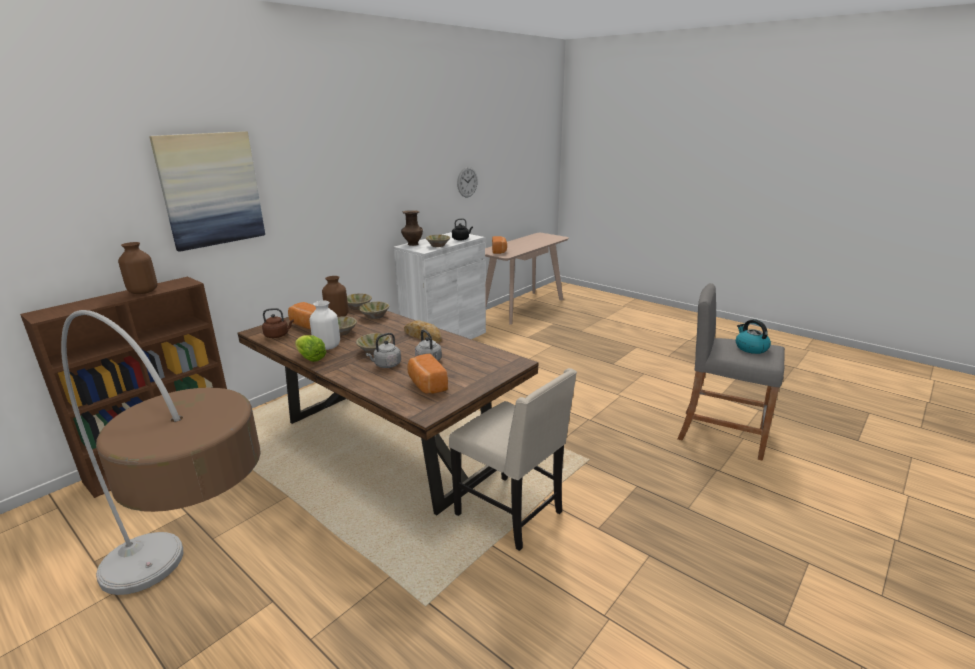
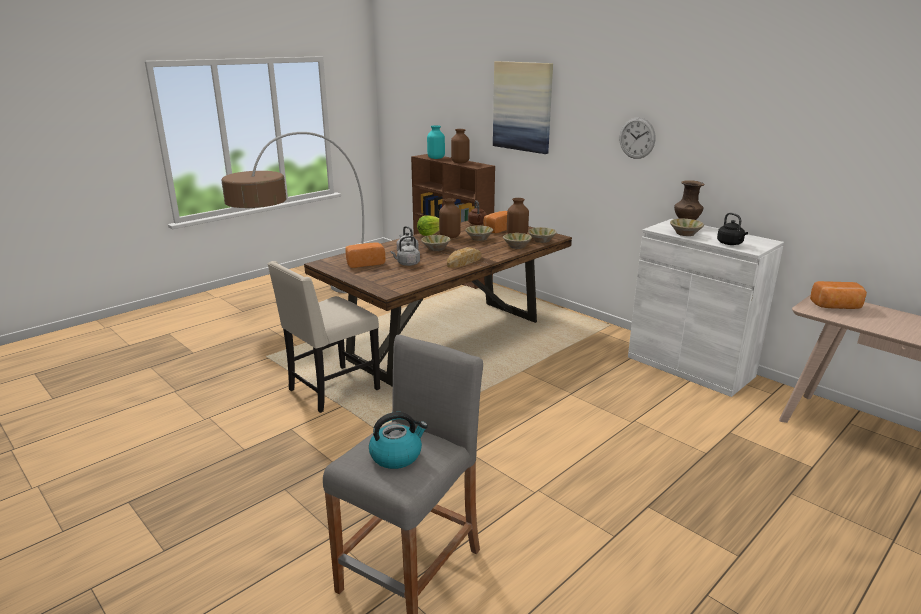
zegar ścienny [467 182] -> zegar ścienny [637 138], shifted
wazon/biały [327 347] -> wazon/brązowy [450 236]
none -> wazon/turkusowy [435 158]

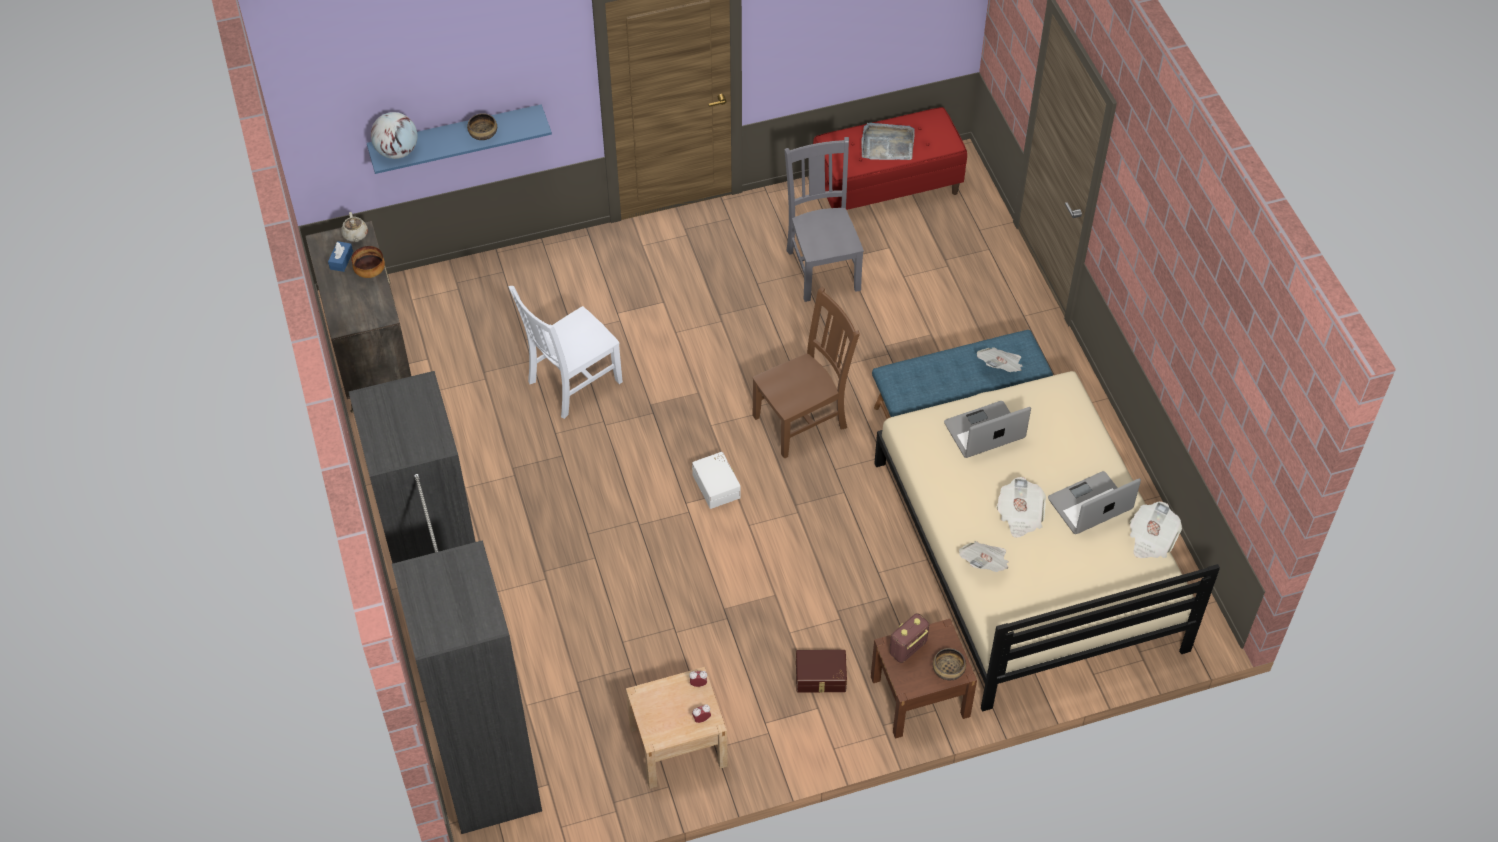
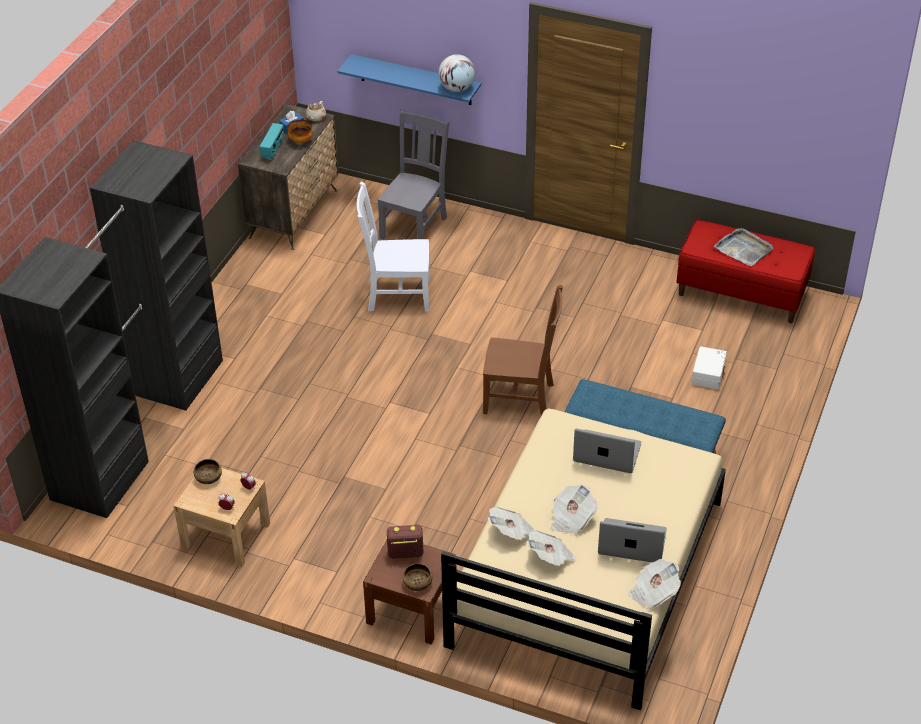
globus [397 151] -> globus [457 88], shifted
miska [483 133] -> miska [209 477], shifted
krzesło/szary [822 268] -> krzesło/szary [415 226], shifted
gazeta [1000 367] -> gazeta [550 557], shifted
pojemnik do przechowywania/biały [717 485] -> pojemnik do przechowywania/biały [709 374], shifted
pojemnik do przechowywania/brązowy [821 677] -> none
none -> radio [273 149]

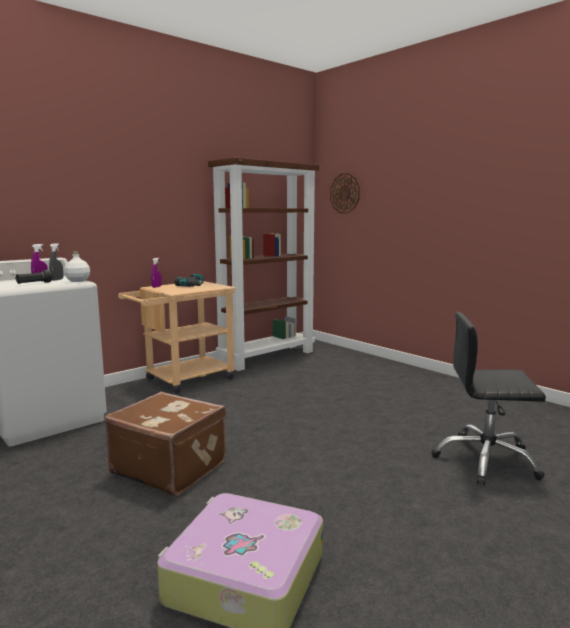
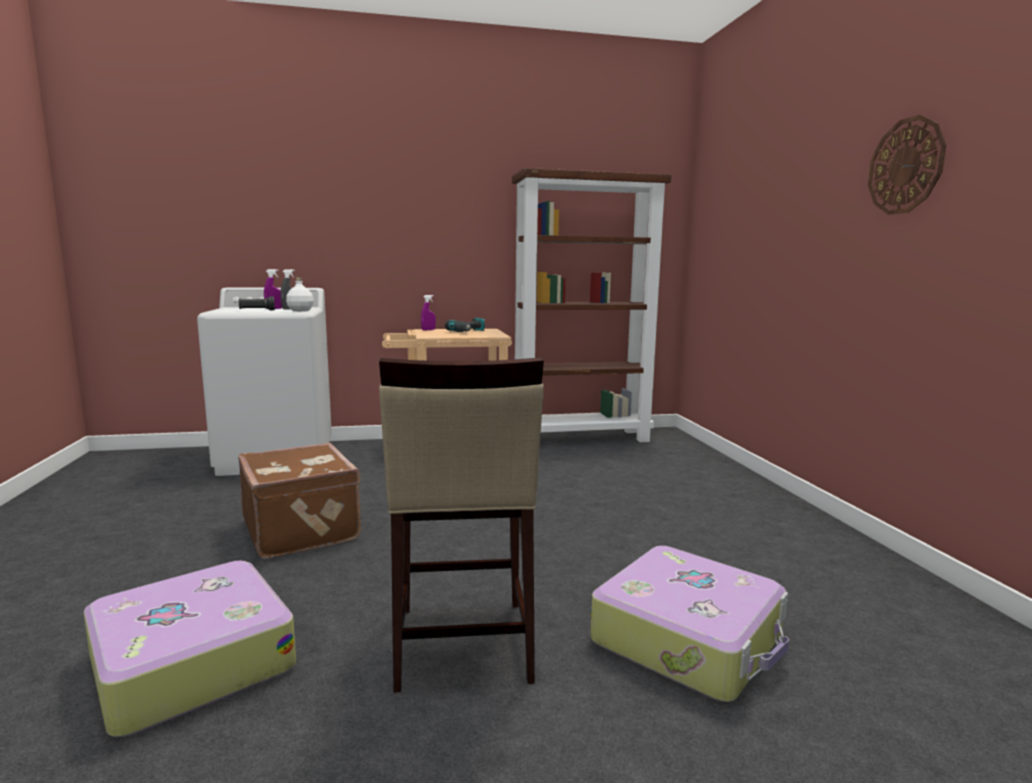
zegar ścienny [345 193] -> zegar ścienny [905 166], shifted
krzesło biurowe/czarny [486 460] -> walizka [689 639]
none -> stołek/beżowy [461 644]

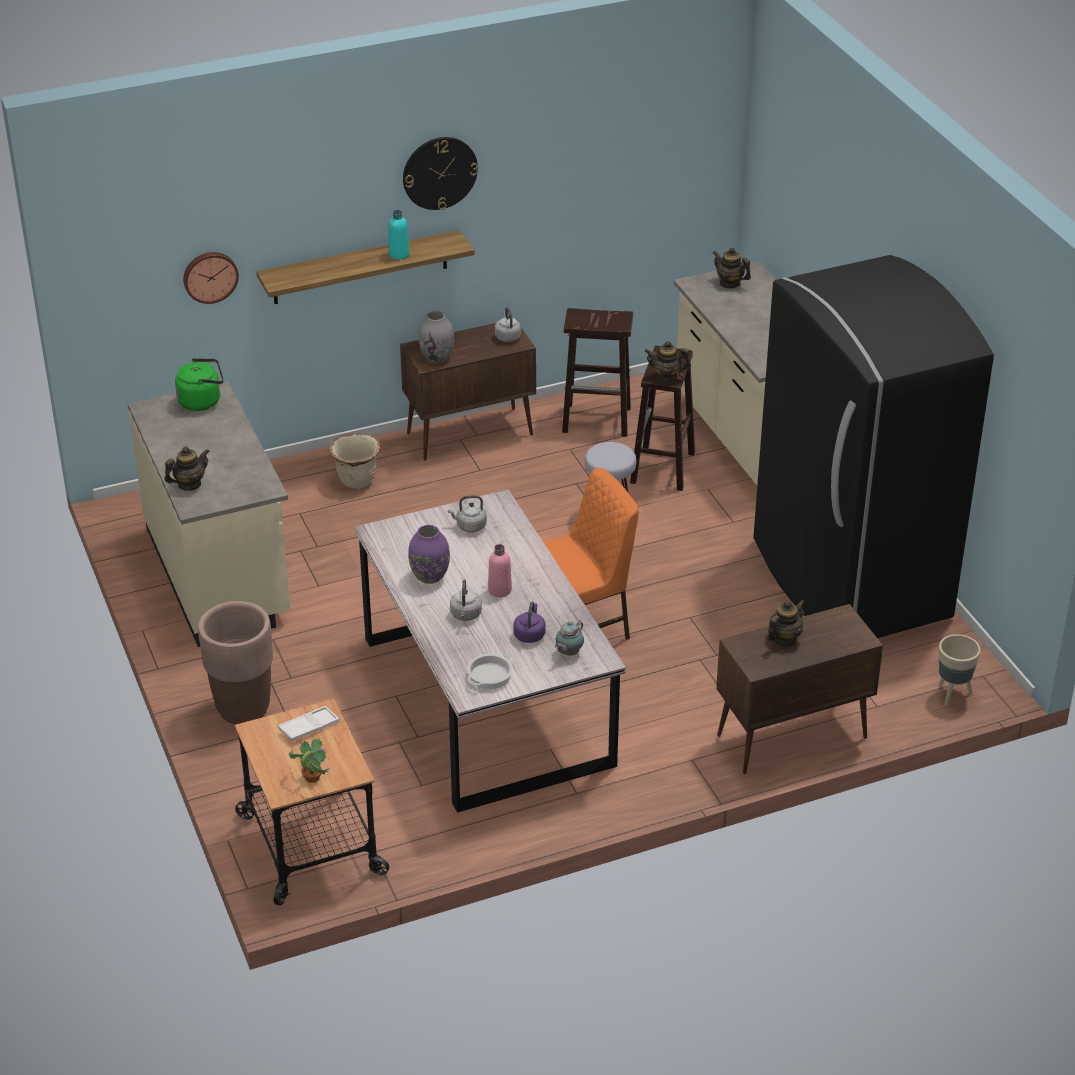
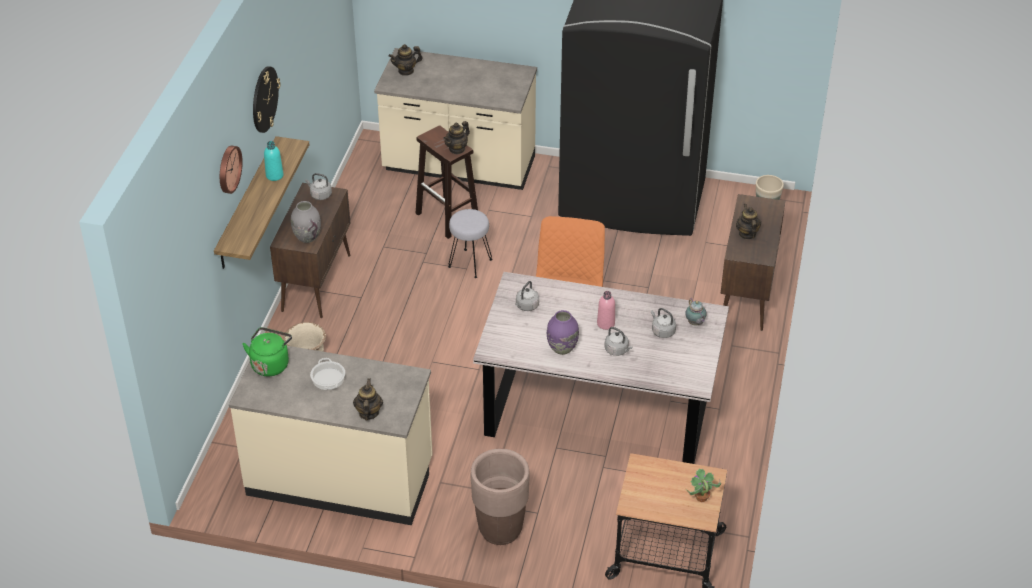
zegar ścienny [210 276] -> zegar ścienny [228 169], shifted
stołek/brązowy [598 419] -> none
czajnik/fioletowy [529 634] -> czajnik/szary [662 331]
garnek [490 676] -> garnek [328 378], shifted
taca/biały [309 727] -> none

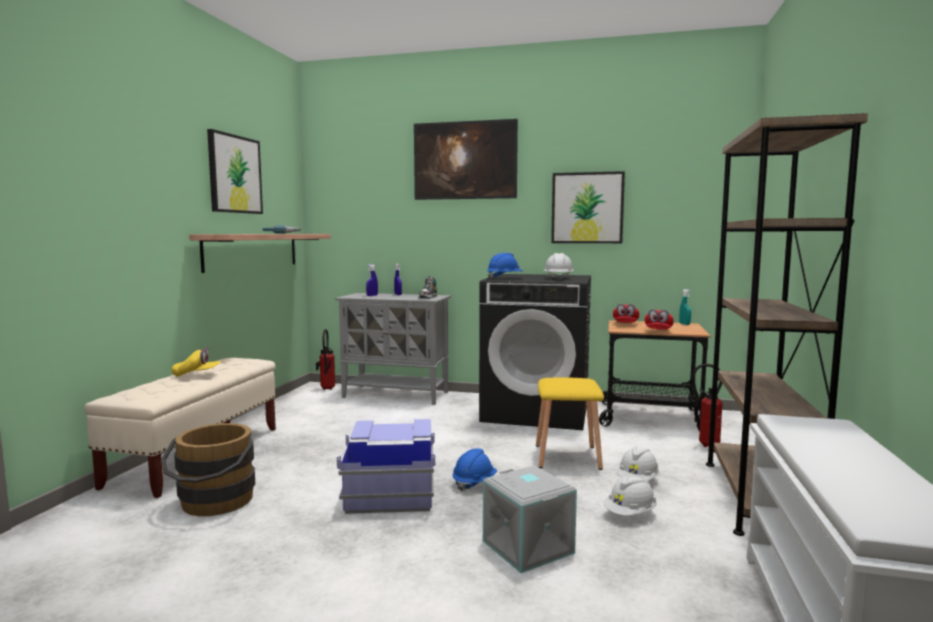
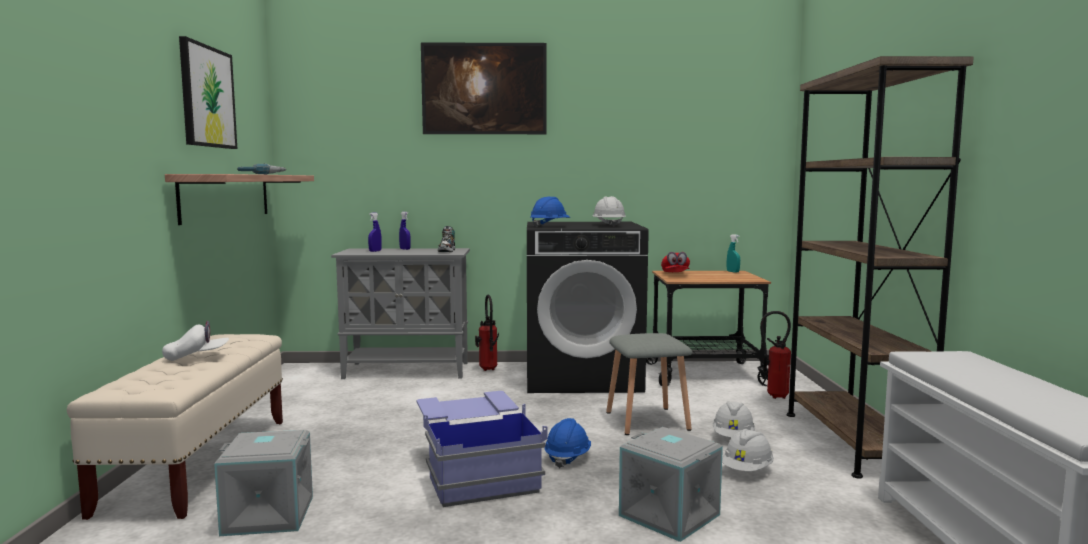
obraz [587 208] -> none
czapka z daszkiem/czerwony [658 331] -> none
gaśnica [326 389] -> gaśnica [487 370], shifted
czapka z daszkiem/żółty [197 374] -> czapka z daszkiem/biały [197 357]
stołek/żółty [568 456] -> stołek/szary [648 420]
wiadro/brązowy [214 504] -> pojemnik do przechowywania/szary [267 516]

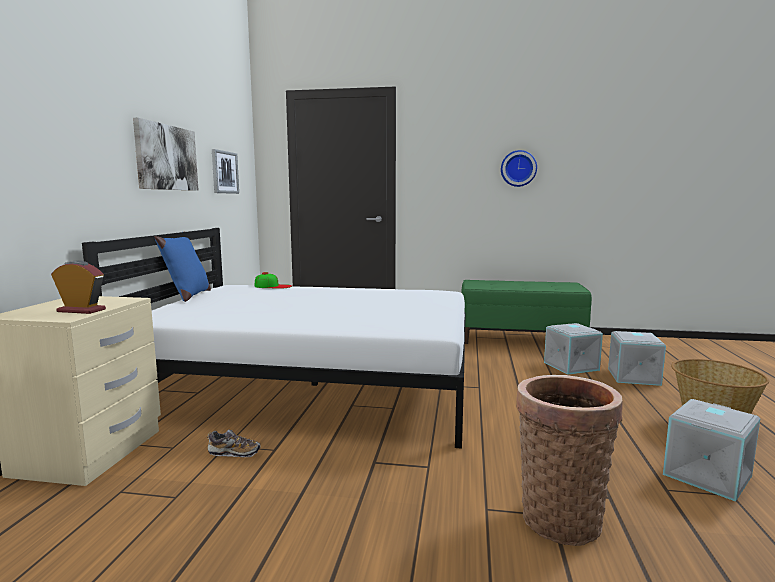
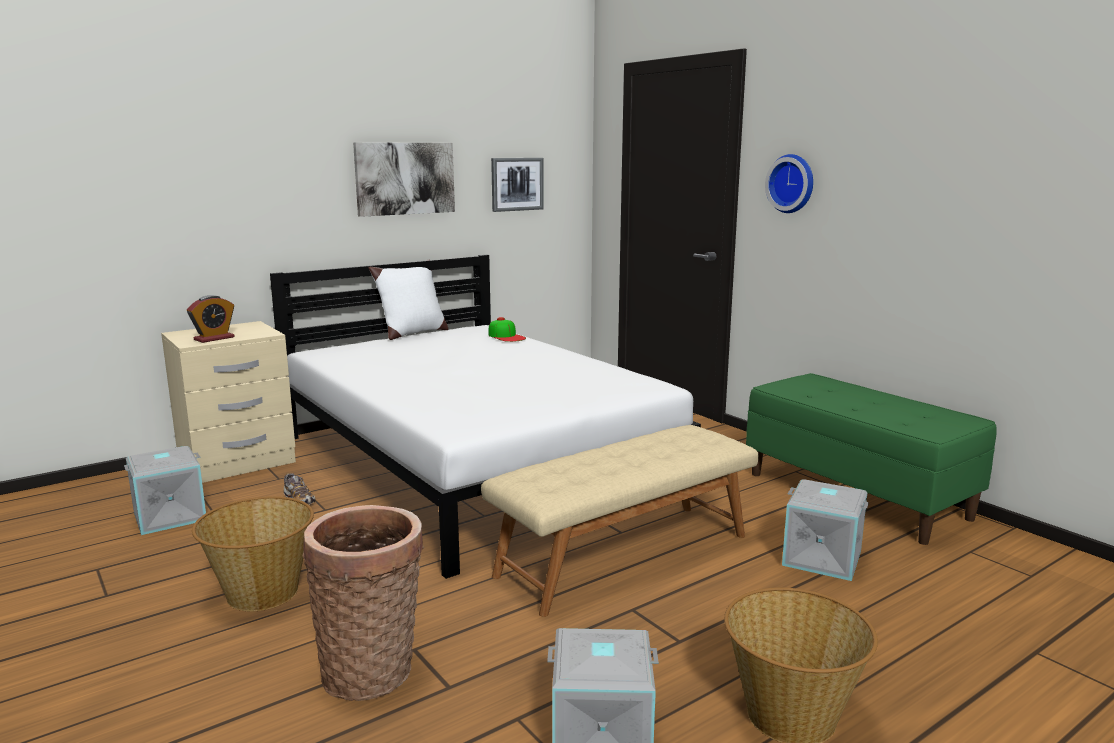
zegar ścienny [518 168] -> zegar ścienny [792 183], shifted
poduszka/niebieski [187 296] -> poduszka/biały [412 333]
budzik [81 310] -> budzik [214 338], 75 degrees clockwise
pojemnik do przechowywania/szary [632 376] -> pojemnik do przechowywania/szary [170 515], shifted
none -> ławka/beżowy [623 554]
none -> koszyk [262 592]

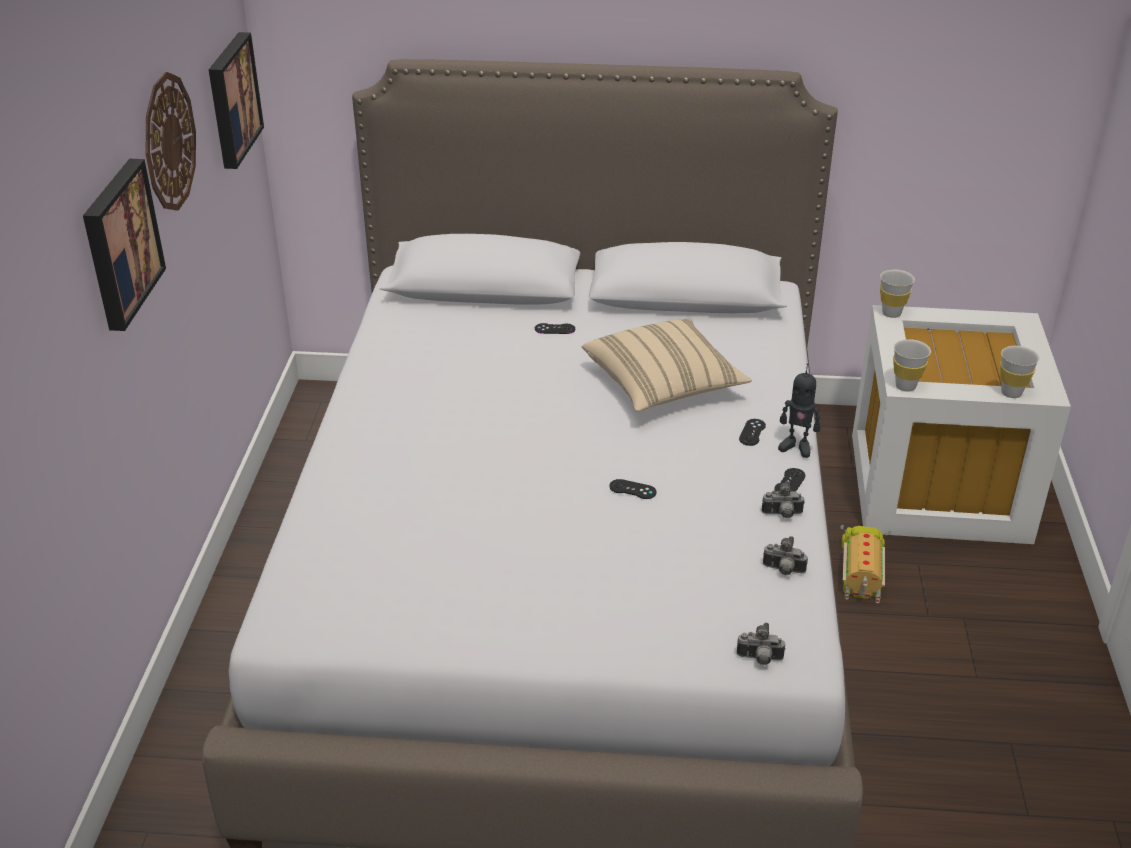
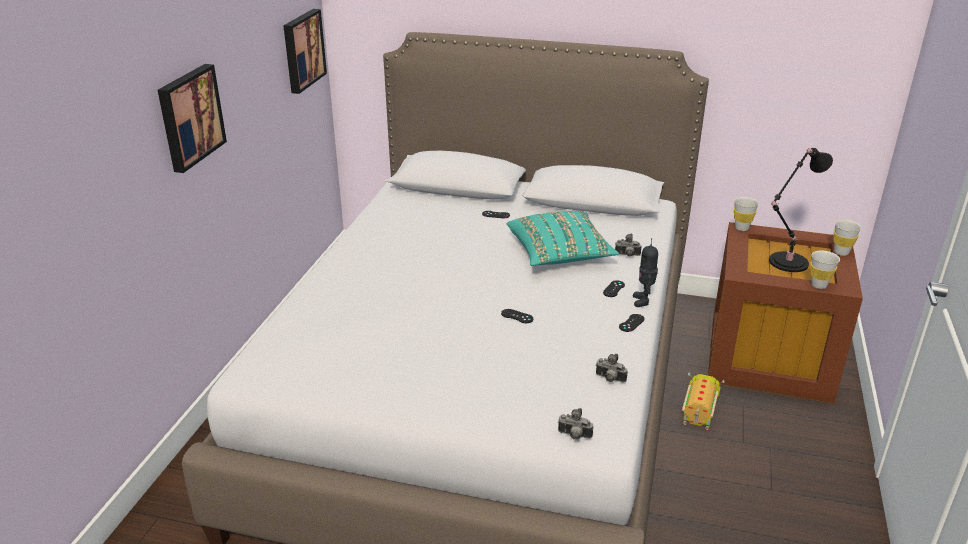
zegar ścienny [168 142] -> none
pojemnik do przechowywania/biały [940 485] -> pojemnik do przechowywania/brązowy [771 356]
poduszka/beżowy [663 385] -> poduszka/turkusowy [559 254]
filiżanka/biały [905 386] -> filiżanka/biały [841 252], shifted
robot zabawkowy [796 447] -> robot zabawkowy [643 301], 60 degrees clockwise
aparat fotograficzny [782 515] -> aparat fotograficzny [627 255], shifted
none -> lampa stołowa/czarny [786 263]

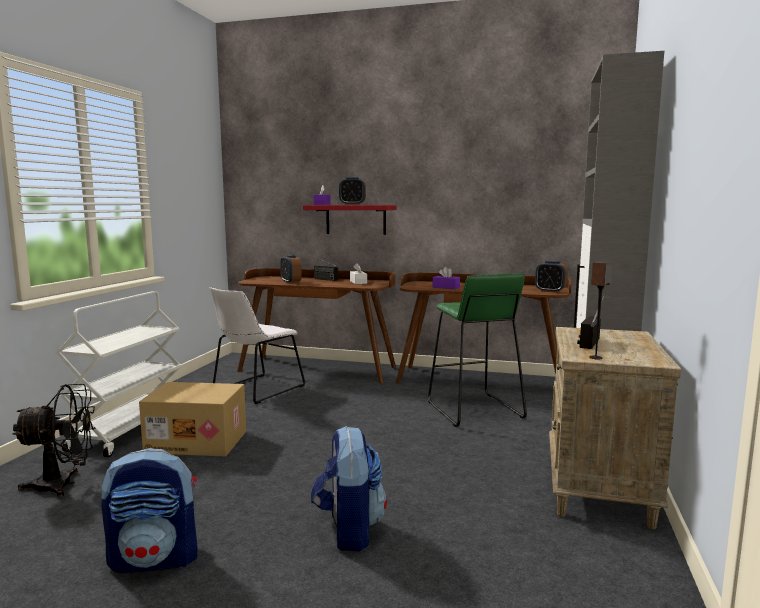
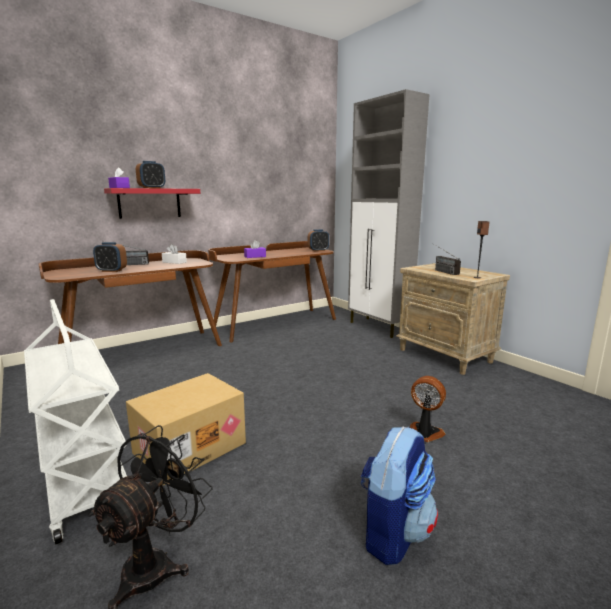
stołek/zielony [473 410] -> none
krzesło/biały [256 389] -> none
plecak [348 530] -> wentylator [425 433]

